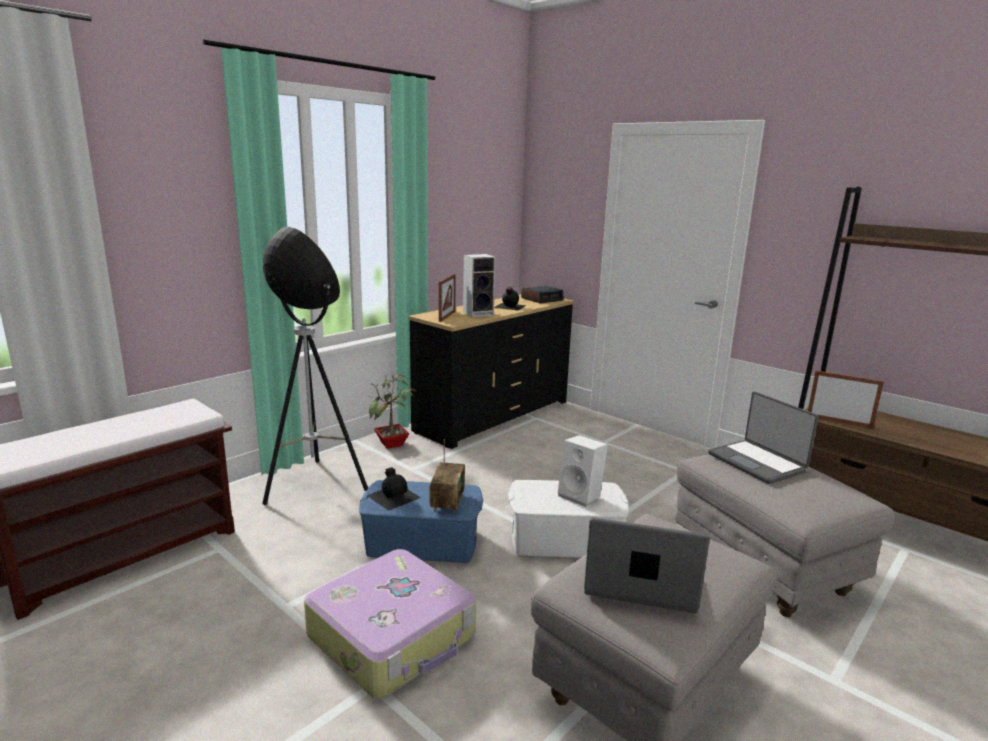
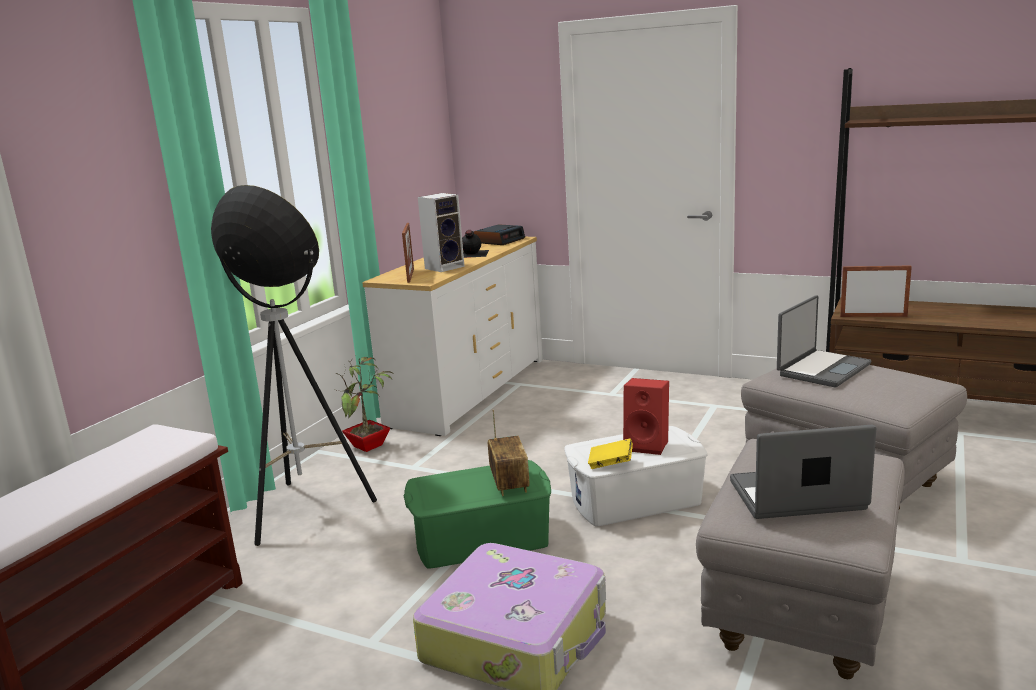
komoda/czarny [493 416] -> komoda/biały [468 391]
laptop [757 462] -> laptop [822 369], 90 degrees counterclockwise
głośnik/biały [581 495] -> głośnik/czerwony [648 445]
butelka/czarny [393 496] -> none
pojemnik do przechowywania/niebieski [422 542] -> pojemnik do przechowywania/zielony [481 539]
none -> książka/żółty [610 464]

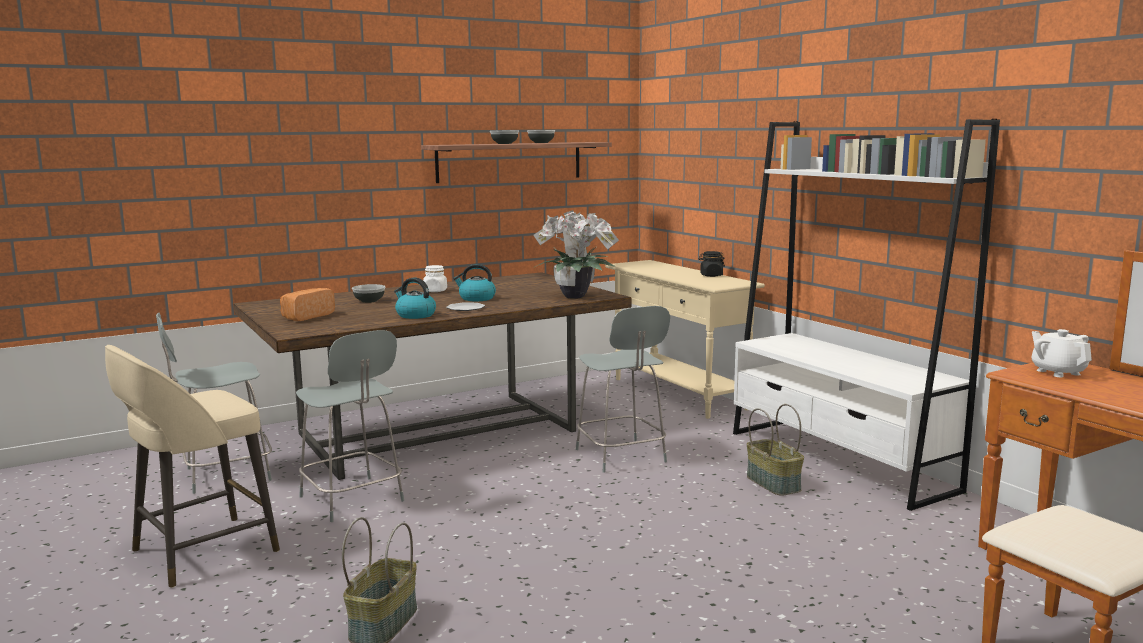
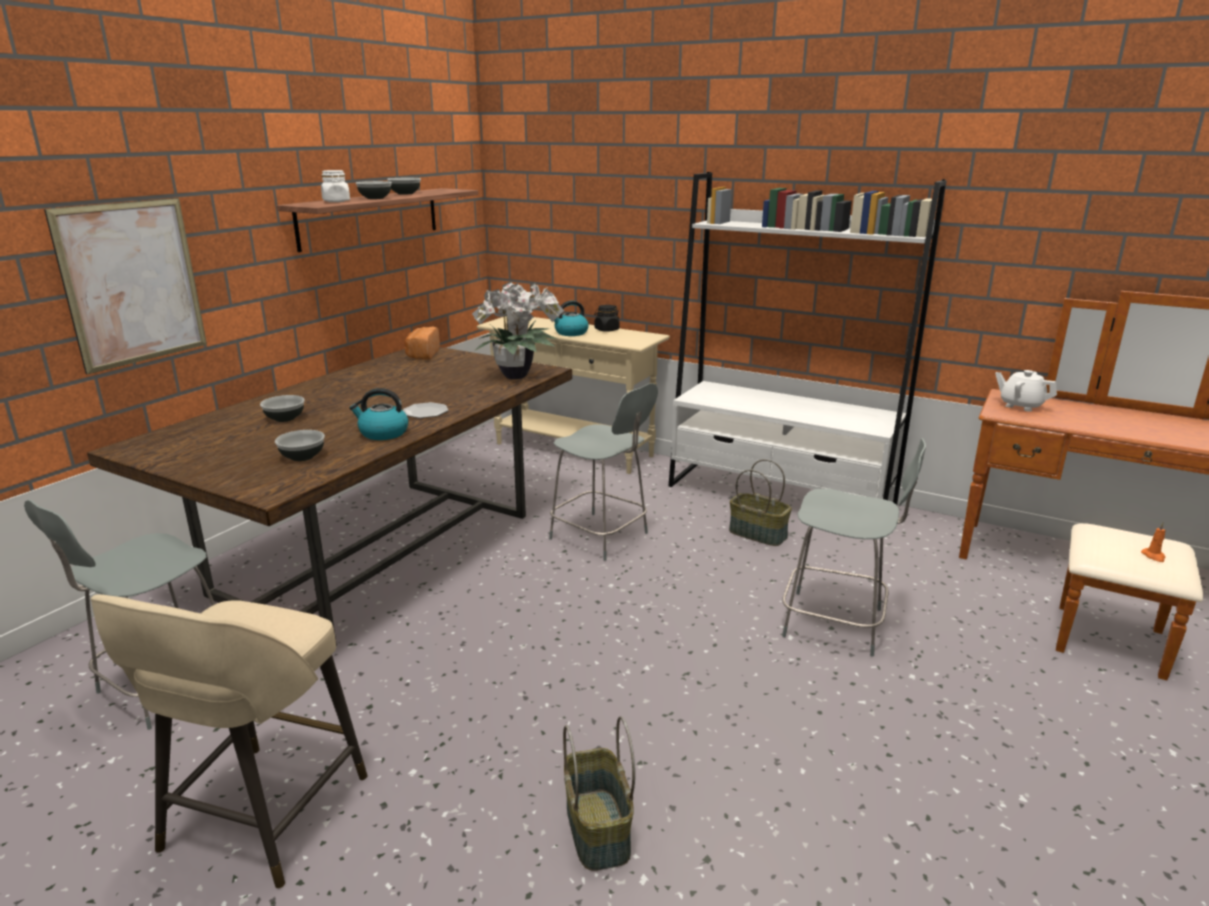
czajnik [476 298] -> czajnik [570 333], shifted
słoik/biały [435 291] -> słoik/biały [336 201], shifted
chleb [306 316] -> chleb [422 354], shifted
krzesło/szary [353 500] -> krzesło/szary [837 624], shifted
none -> obraz [132 283]
none -> miska [303 457]
none -> świeca/pomarańczowy [1153 556]

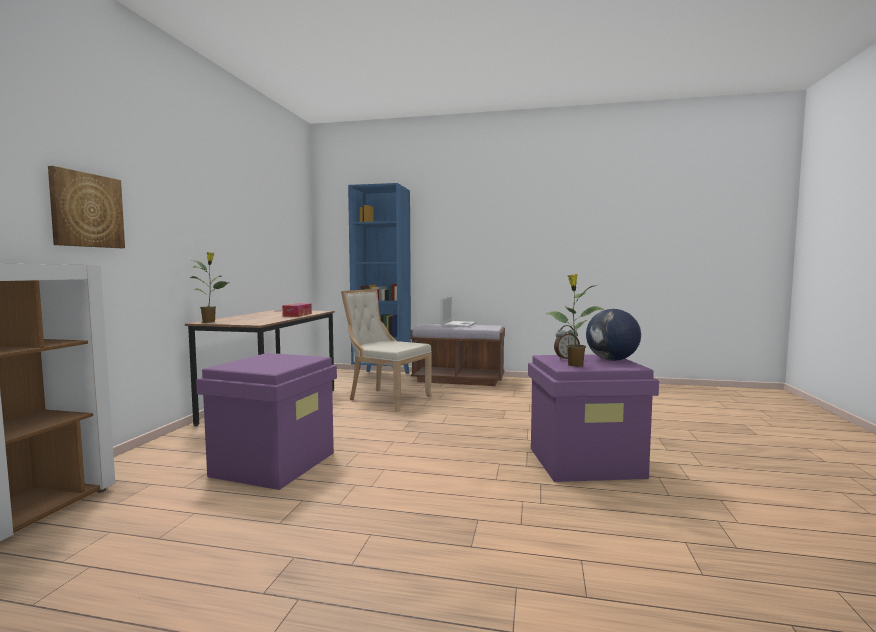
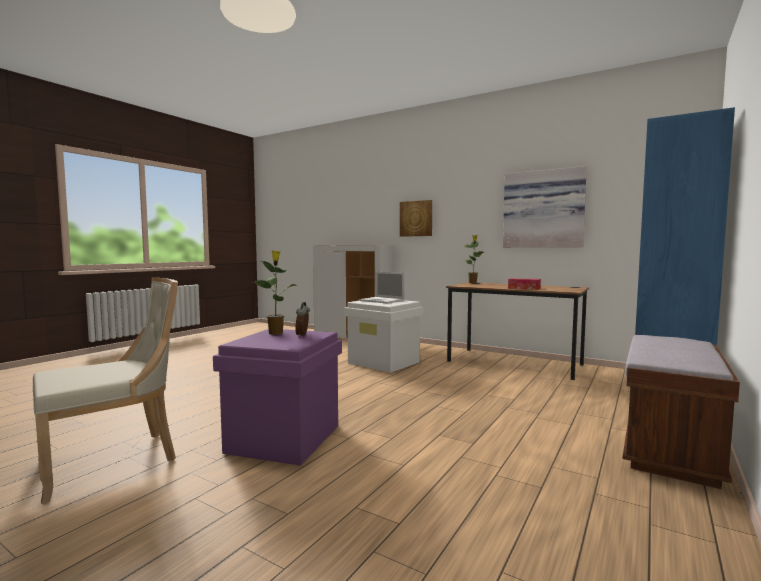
krzesło/beżowy [386 398] -> krzesło/beżowy [114 460], shifted
laptop [458 324] -> laptop [382 300], shifted
globus [612 360] -> none
pojemnik do przechowywania/fioletowy [274 463] -> pojemnik do przechowywania/biały [384 362]
none -> obraz [543 209]

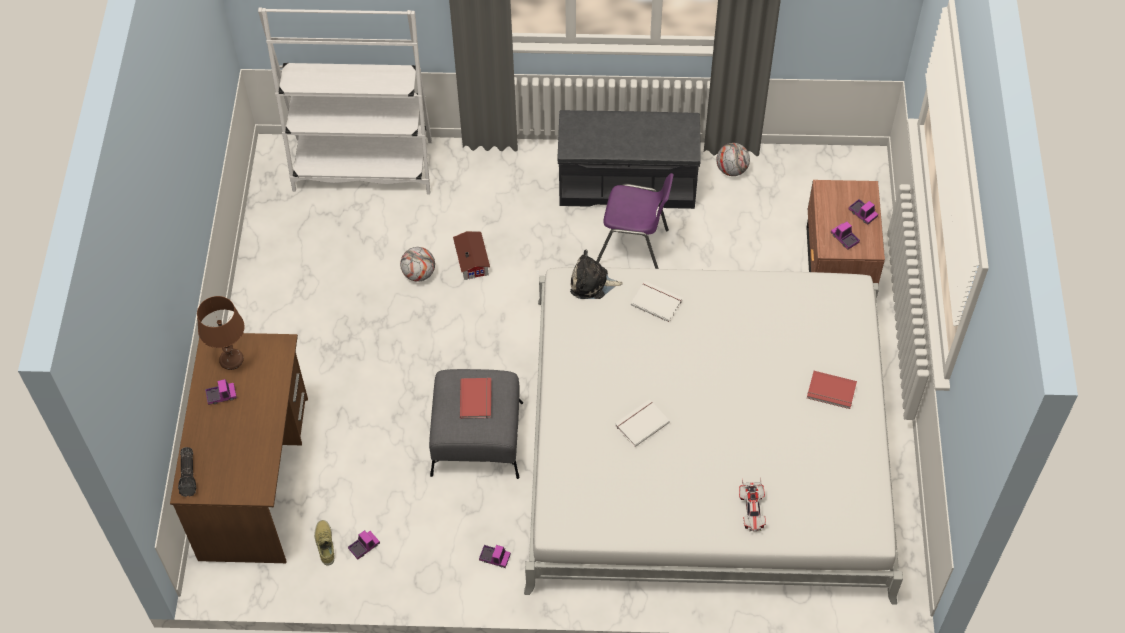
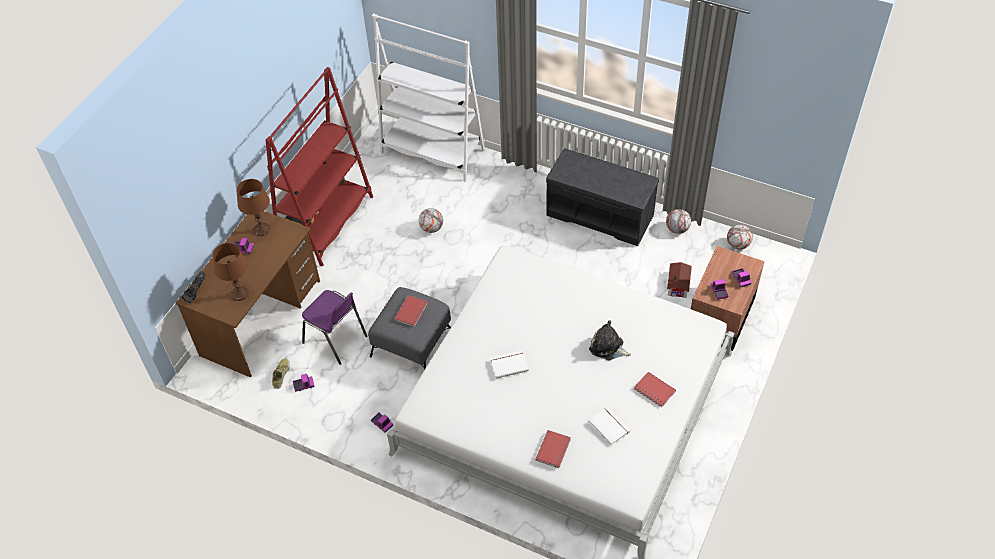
krzesło/fioletowy [634 247] -> krzesło/fioletowy [336 340], shifted
domek [473 259] -> domek [679 283], shifted
pluszak [592 283] -> pluszak [608 347], shifted
książka/biały [657 301] -> książka/biały [610 426], shifted
samochodzik [752 510] -> książka/czerwony [554 450]
none -> regał/czerwony [326 224]
none -> piłka futbolowa [738 245]
none -> lampa stołowa/brązowy [240 293]

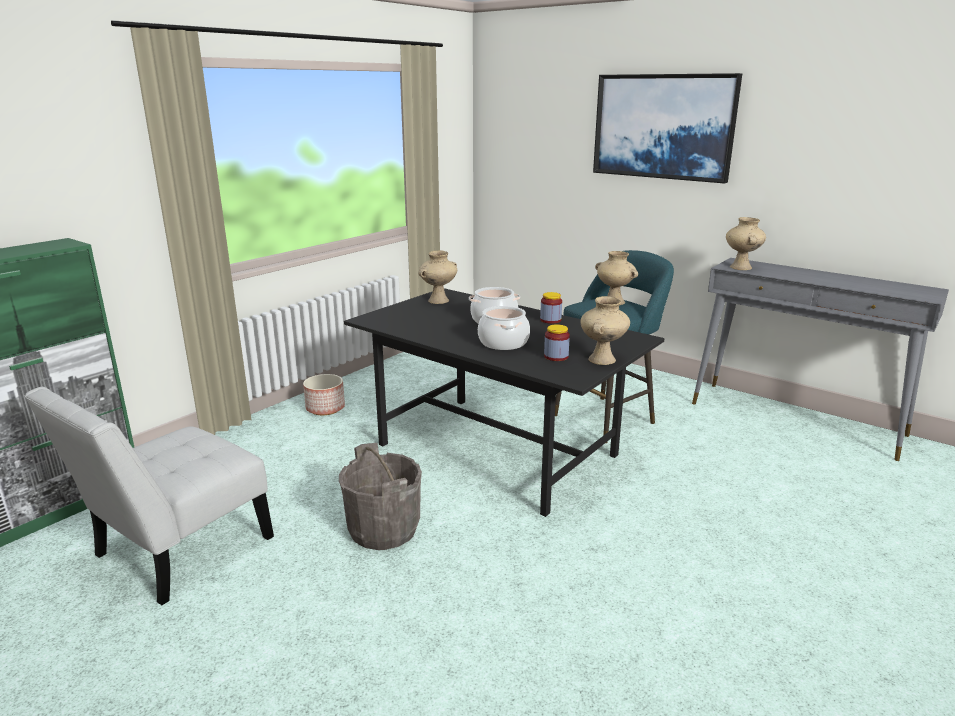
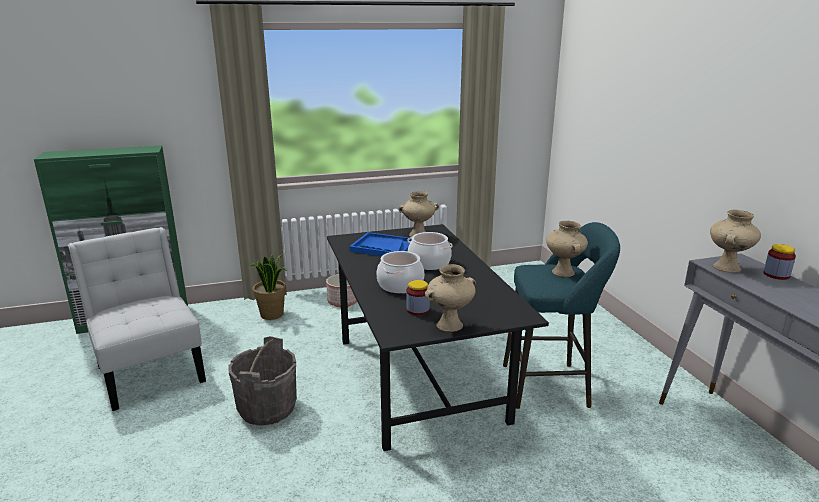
obraz [663 126] -> none
słoik [550 320] -> słoik [776 275], shifted
krzesło/biały [176 551] -> krzesło/biały [150 370], 75 degrees clockwise
none -> taca/niebieski [383 247]
none -> roślina doniczkowa [272 314]

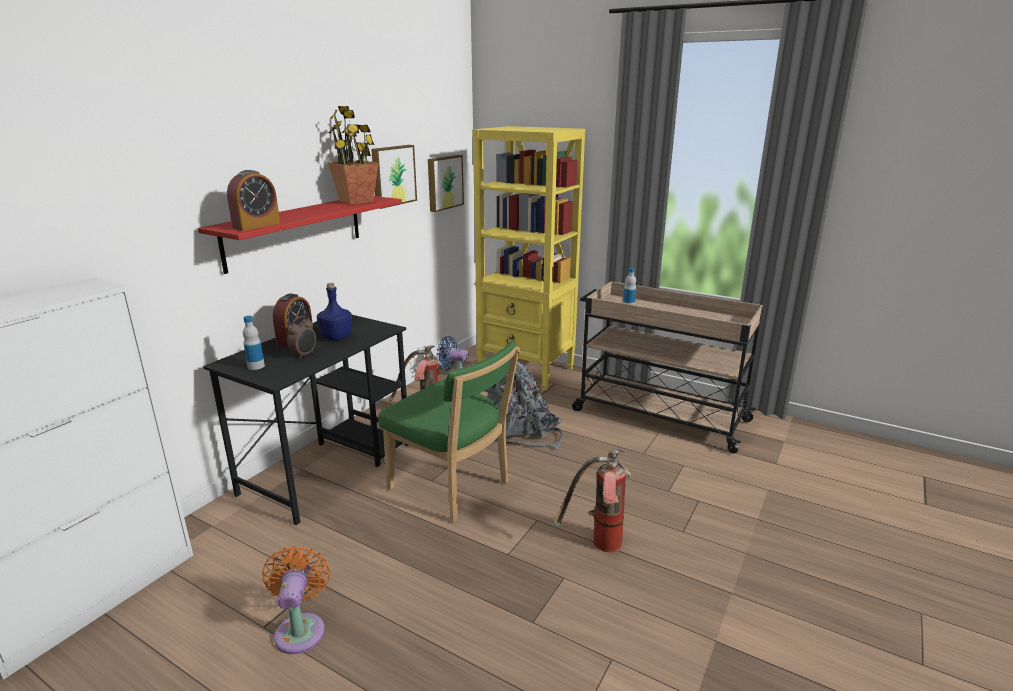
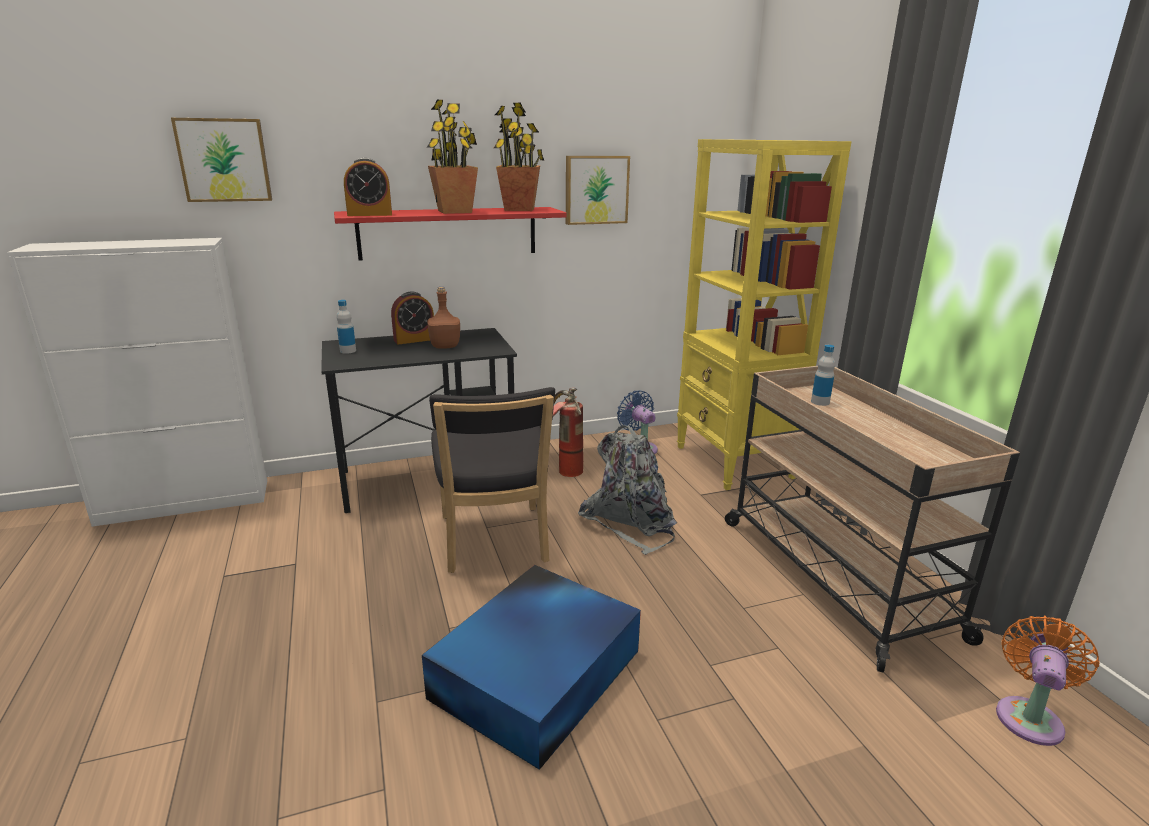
obraz [444 182] -> obraz [224 160], shifted
butelka/niebieski [336 337] -> butelka/brązowy [445 346]
budzik [304 355] -> none
krzesło/zielony [453 488] -> krzesło/czarny [494 543]
gaśnica [597 545] -> pojemnik do przechowywania/niebieski [539 672]
wentylator/pomarańczowy [301 629] -> wentylator/pomarańczowy [1029 716], shifted
none -> roślina doniczkowa [454 211]

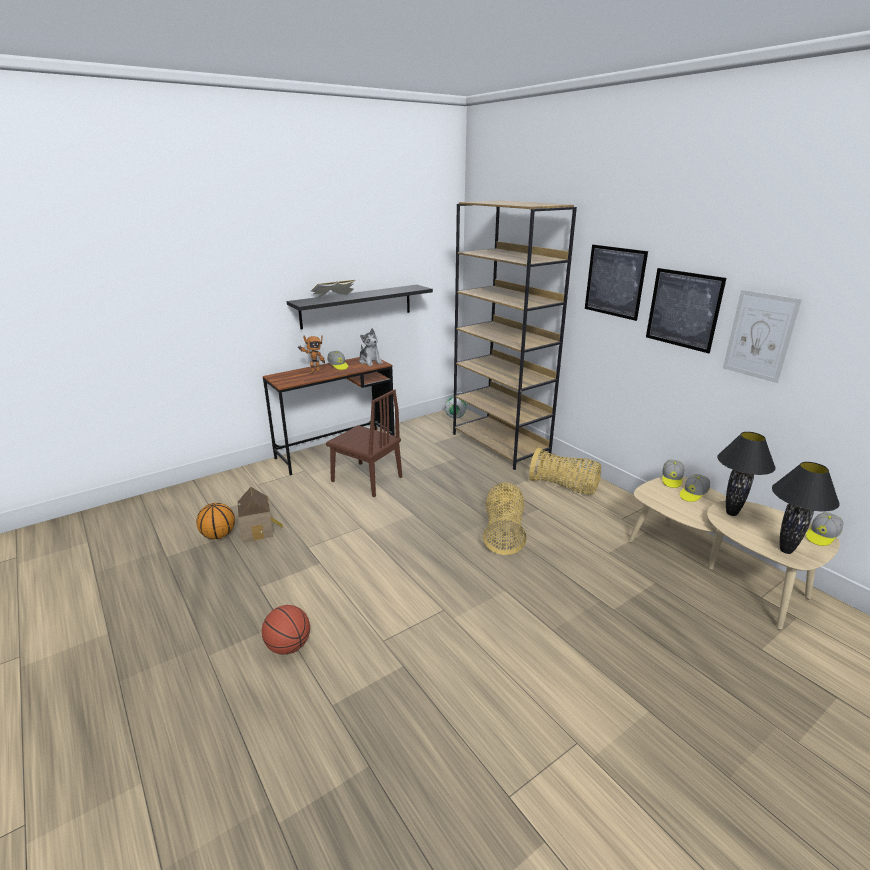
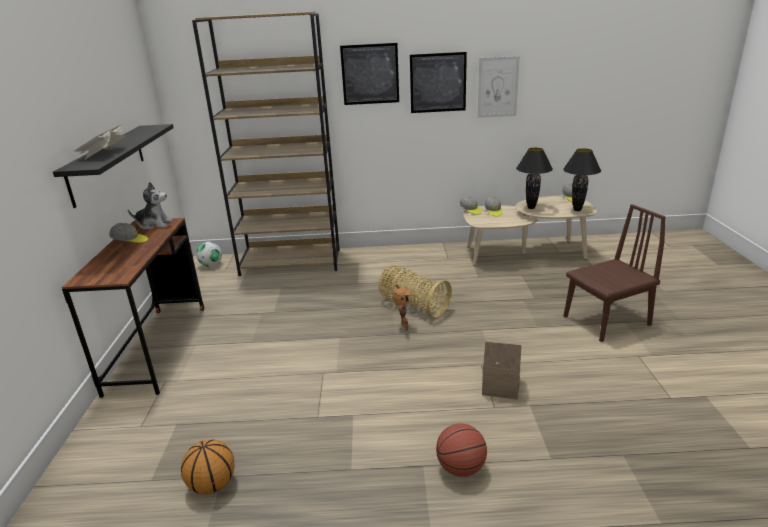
robot zabawkowy [313 372] -> robot zabawkowy [402 327], shifted
krzesło/brązowy [366 479] -> krzesło/brązowy [606 320], shifted
koszyk [564 487] -> none
domek [259 530] -> domek [500 384], shifted

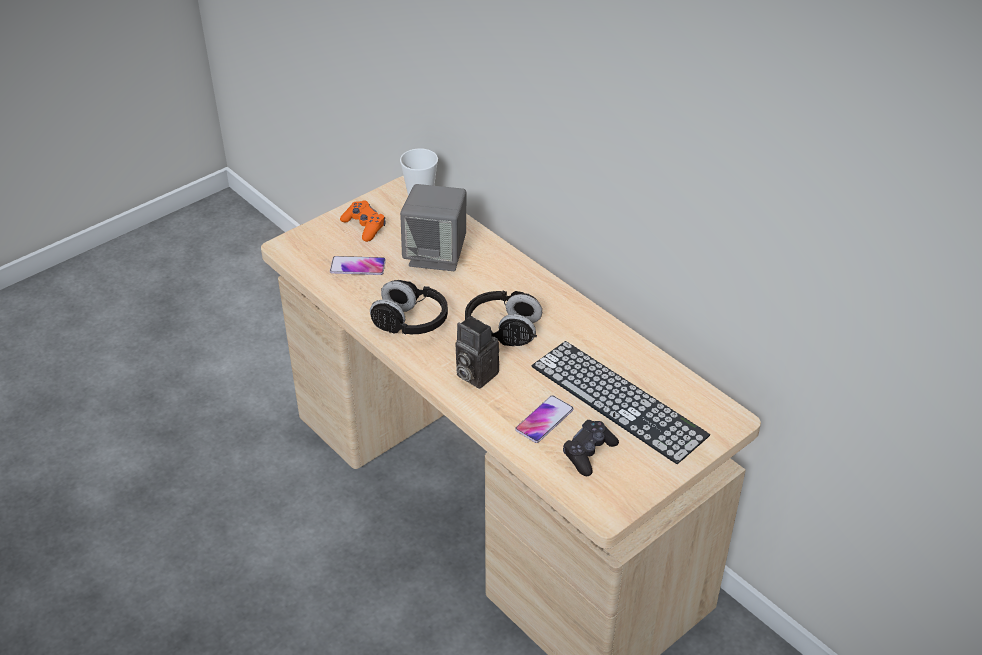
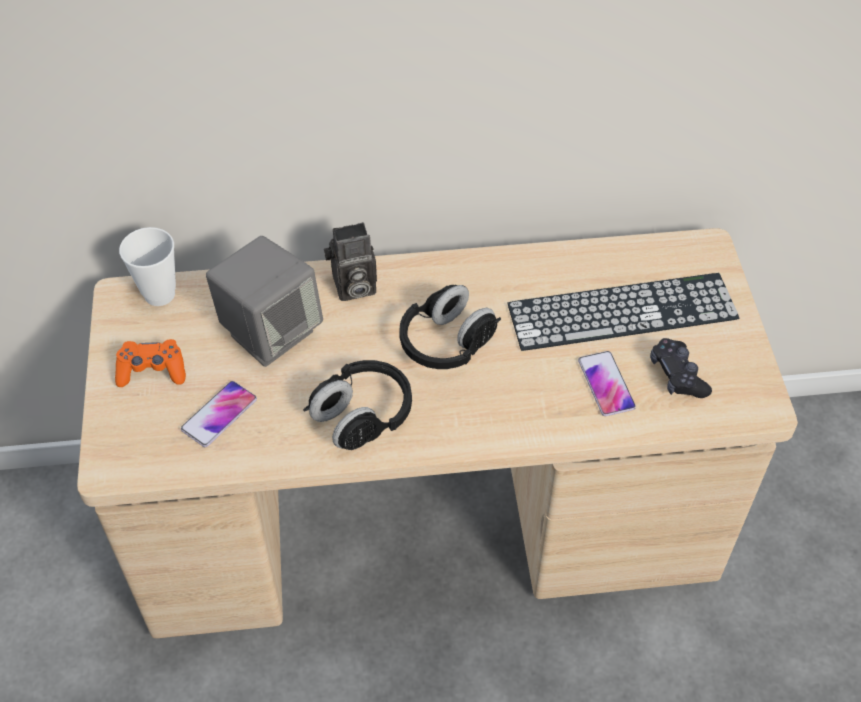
aparat fotograficzny [474 374] -> aparat fotograficzny [352 287], shifted

